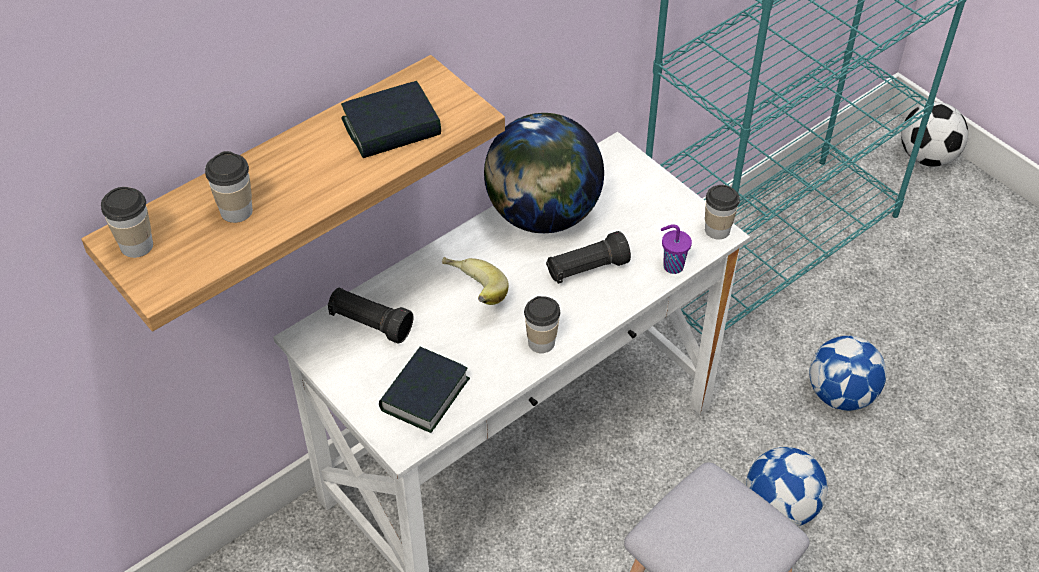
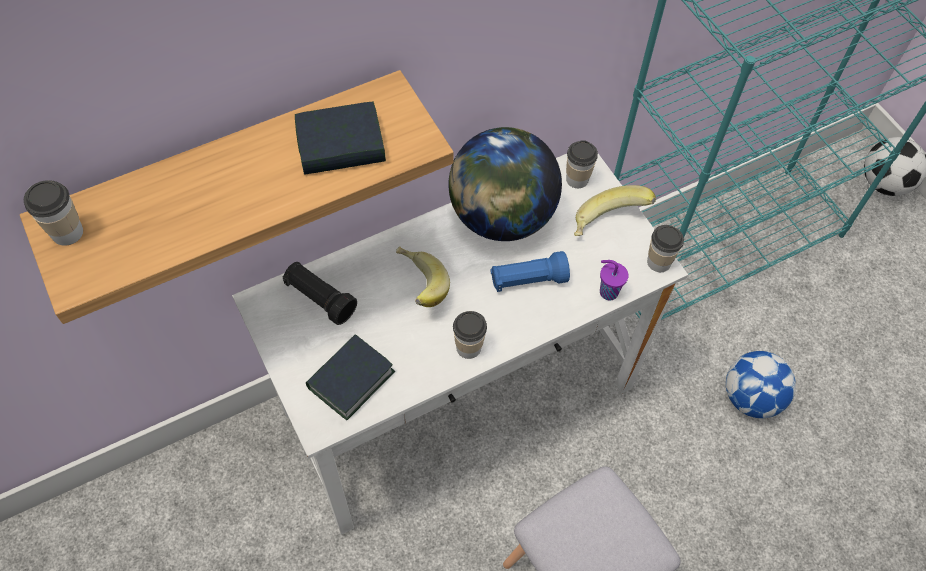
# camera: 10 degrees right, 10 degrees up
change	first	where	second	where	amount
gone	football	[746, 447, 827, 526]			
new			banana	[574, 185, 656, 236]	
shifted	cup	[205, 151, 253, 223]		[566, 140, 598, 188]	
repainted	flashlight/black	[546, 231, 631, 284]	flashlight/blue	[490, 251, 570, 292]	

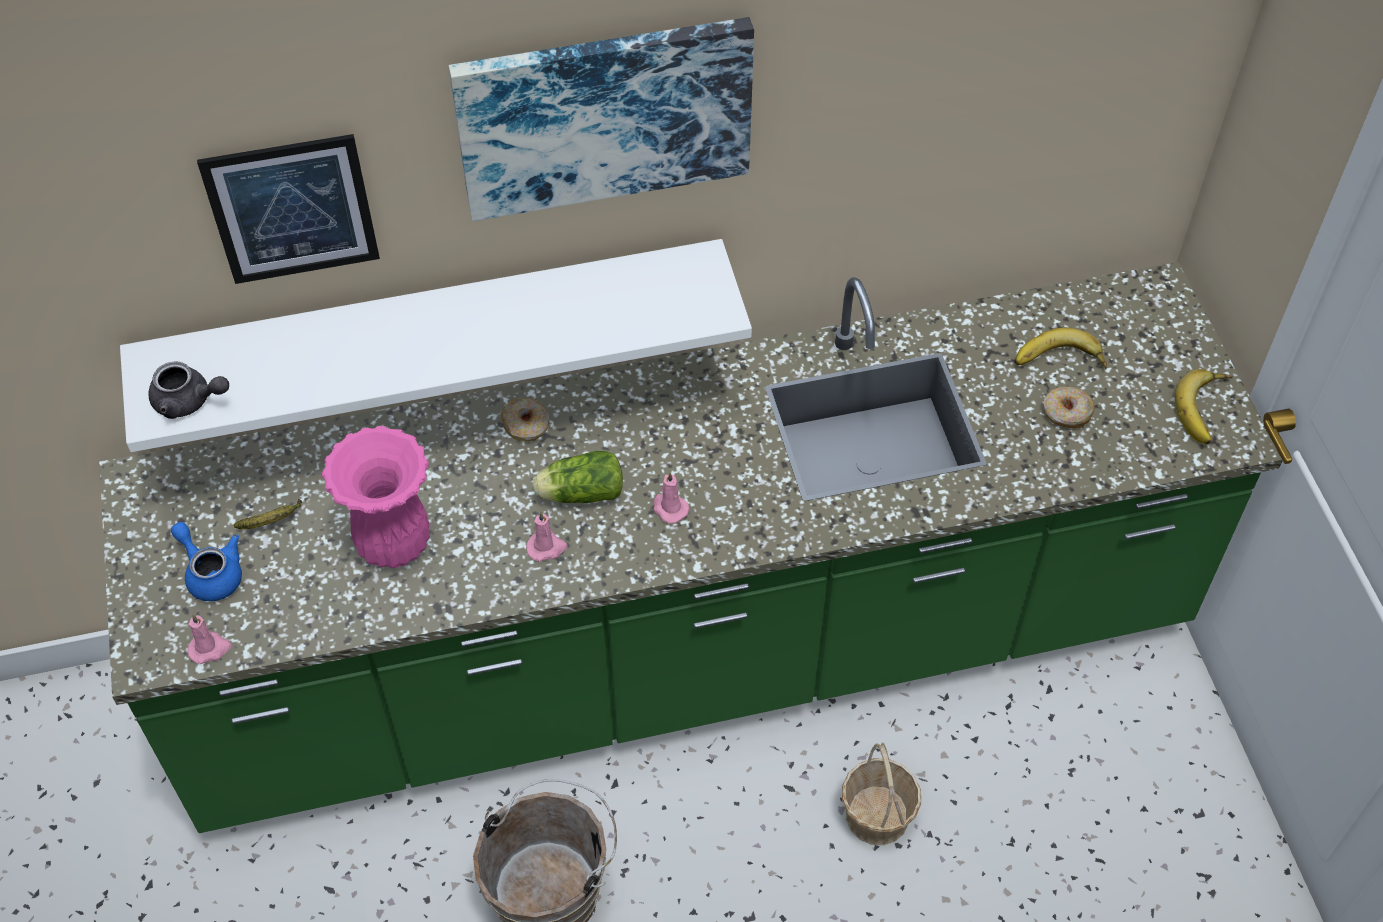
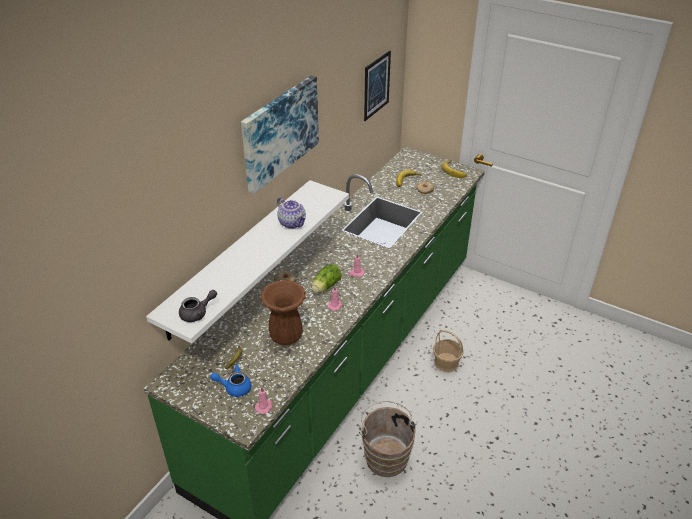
# camera: 45 degrees left, 15 degrees down
change	first	where	second	where	amount
new			teapot	[277, 197, 306, 229]	
shifted	picture	[197, 134, 380, 284]		[364, 50, 391, 121]	
repainted	vase/pink	[322, 426, 430, 568]	vase/brown	[260, 280, 306, 345]	

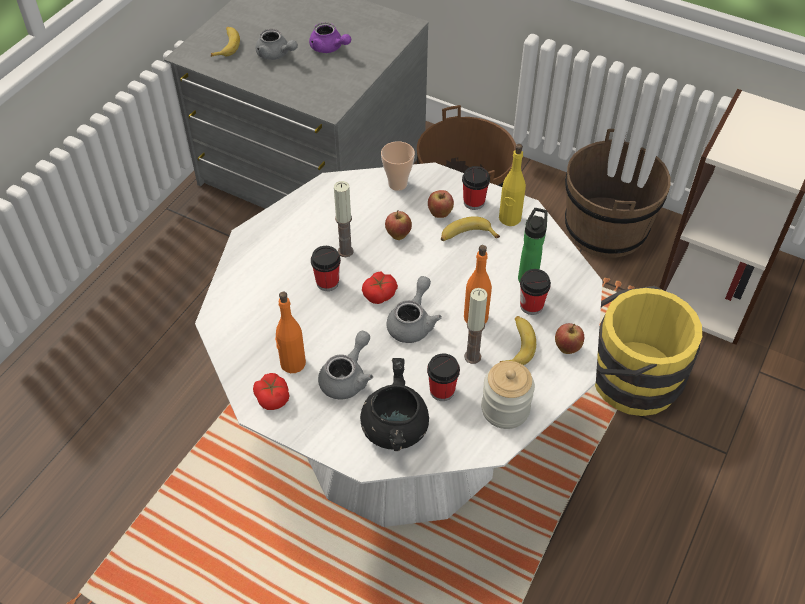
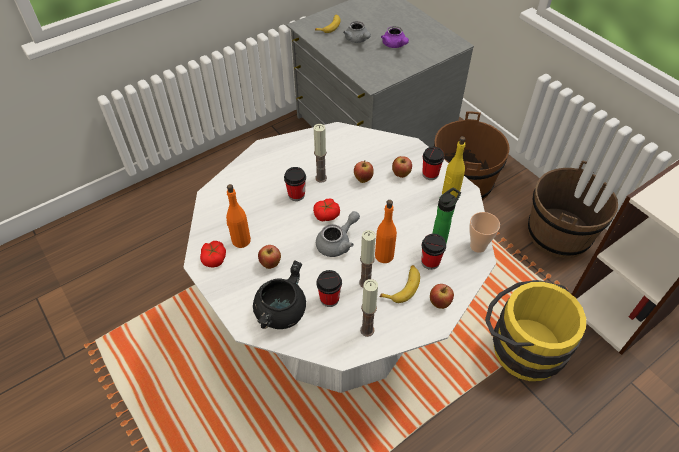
# camera: 25 degrees right, 0 degrees up
change	first	where	second	where	amount
gone	banana	[441, 216, 500, 241]			
shifted	cup	[381, 141, 415, 191]		[469, 212, 500, 253]	
swapped	teapot/grey	[318, 331, 373, 400]	apple	[258, 245, 281, 269]	
swapped	jar	[481, 361, 535, 429]	candle	[360, 279, 378, 337]	

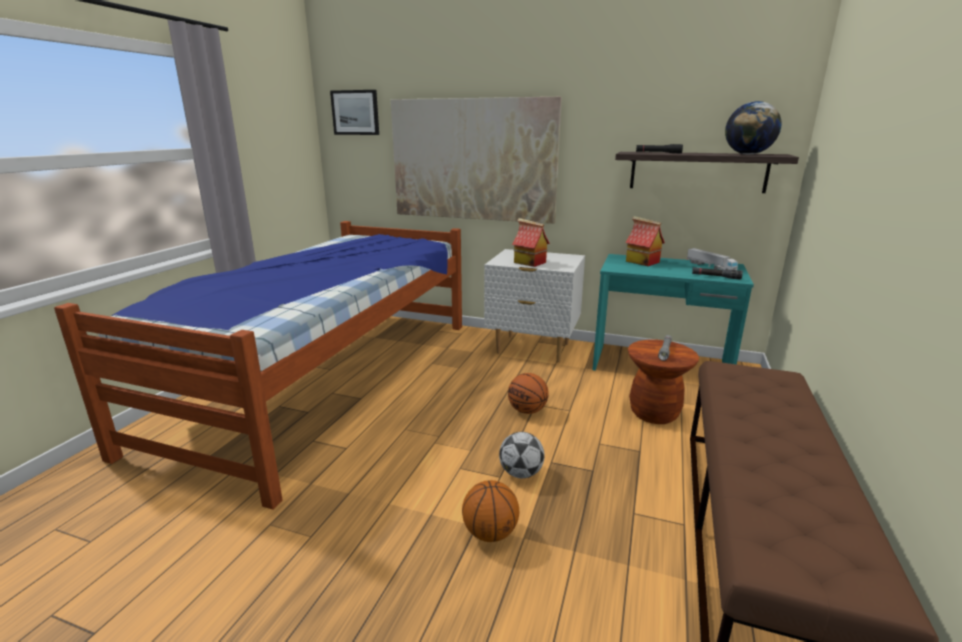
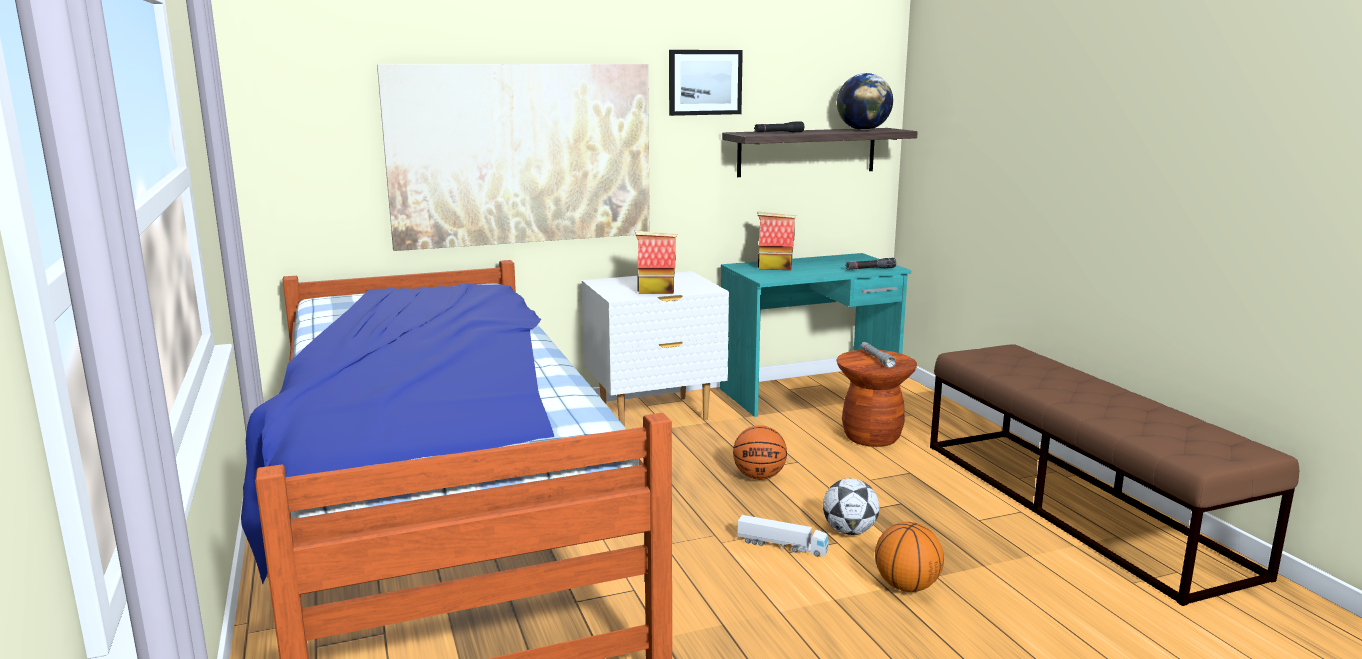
# camera: 40 degrees left, 5 degrees down
change	first	where	second	where	amount
shifted	picture	[330, 90, 379, 135]		[669, 50, 743, 116]	
shifted	toy truck	[687, 248, 738, 270]		[736, 515, 829, 557]	

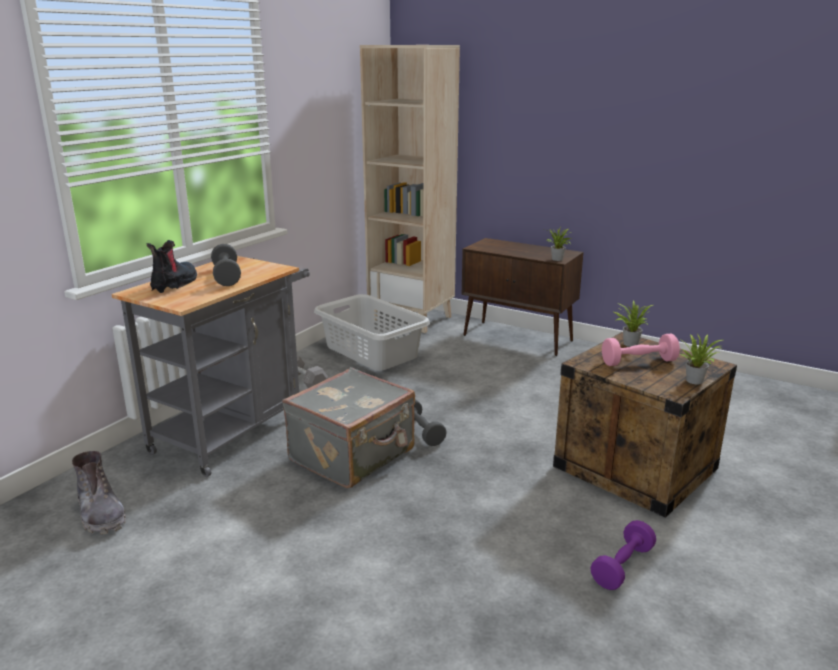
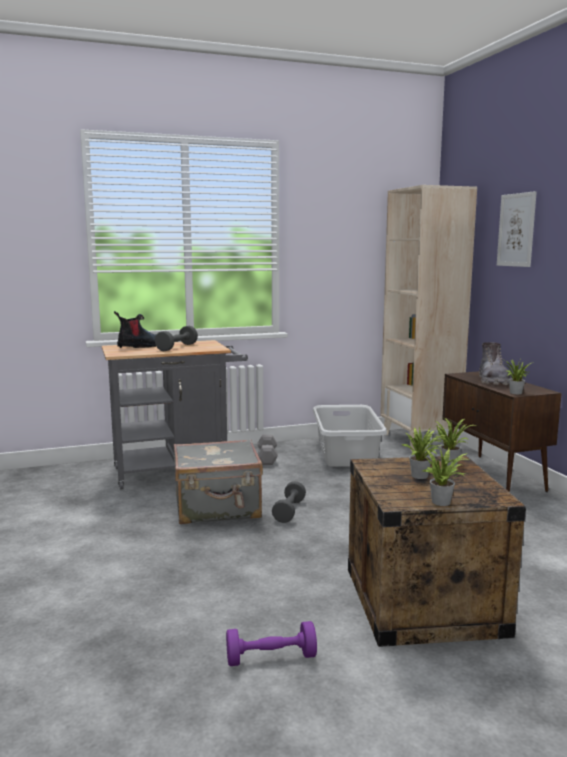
# camera: 40 degrees right, 10 degrees down
change	first	where	second	where	amount
new			picture	[497, 191, 537, 267]	
shifted	boot/grey	[72, 451, 126, 535]		[479, 342, 510, 385]	
swapped	dumbbell/pink	[602, 334, 680, 366]	potted plant	[402, 427, 445, 479]	

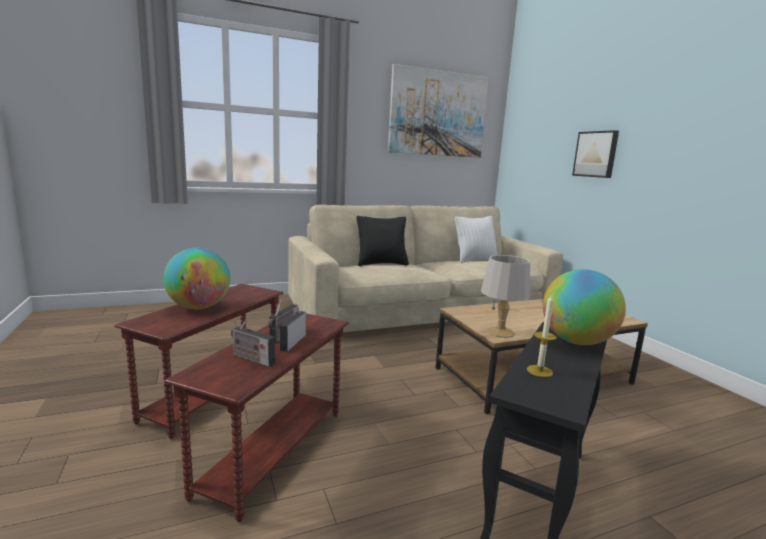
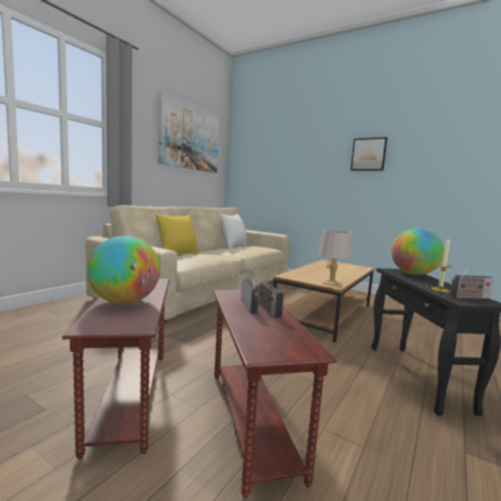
# camera: 35 degrees left, 5 degrees down
change	first	where	second	where	amount
shifted	radio	[231, 316, 275, 367]		[452, 265, 493, 299]	
shifted	picture	[572, 130, 619, 178]		[351, 137, 387, 171]	
repainted	pillow/black	[357, 216, 409, 266]	pillow/yellow	[156, 214, 199, 254]	

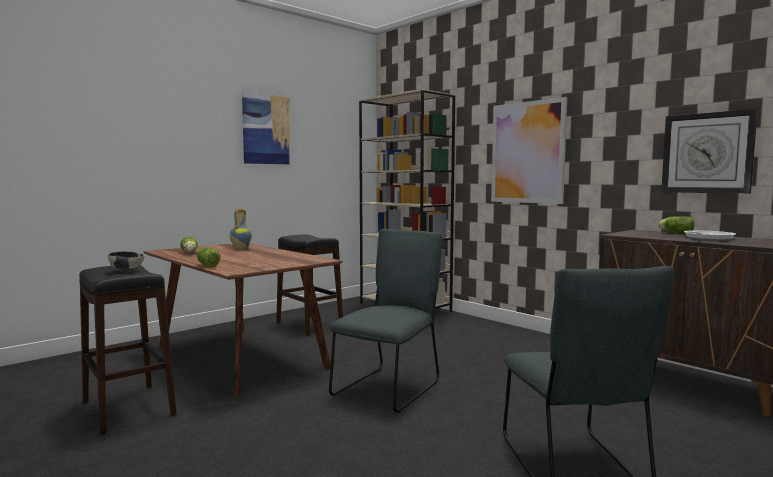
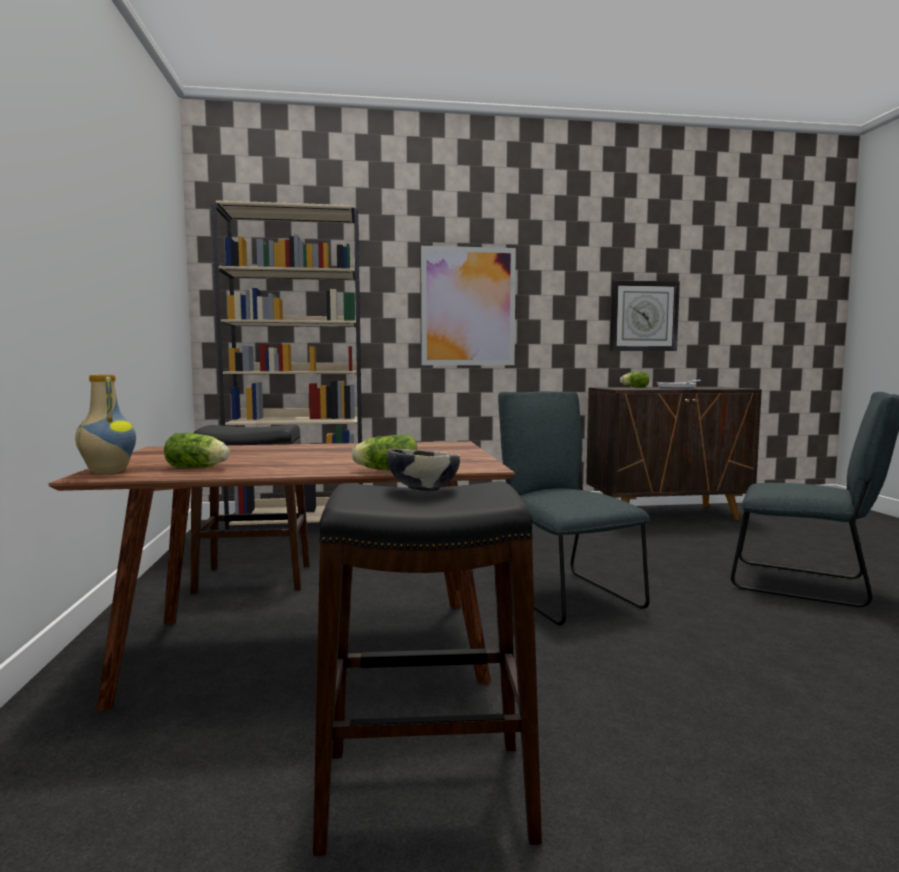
# camera: 55 degrees left, 0 degrees up
change	first	where	second	where	amount
gone	picture	[242, 91, 290, 164]			
shifted	vase	[229, 209, 252, 250]		[75, 375, 136, 474]	

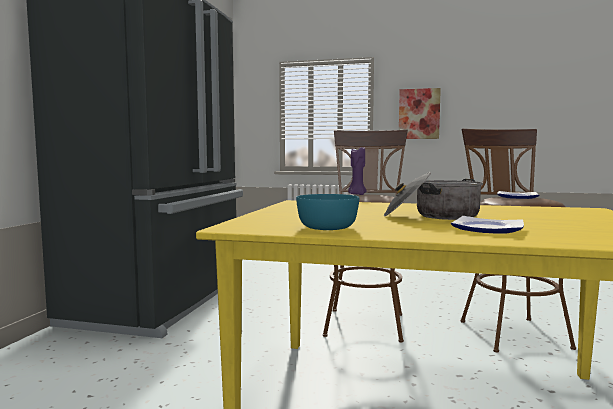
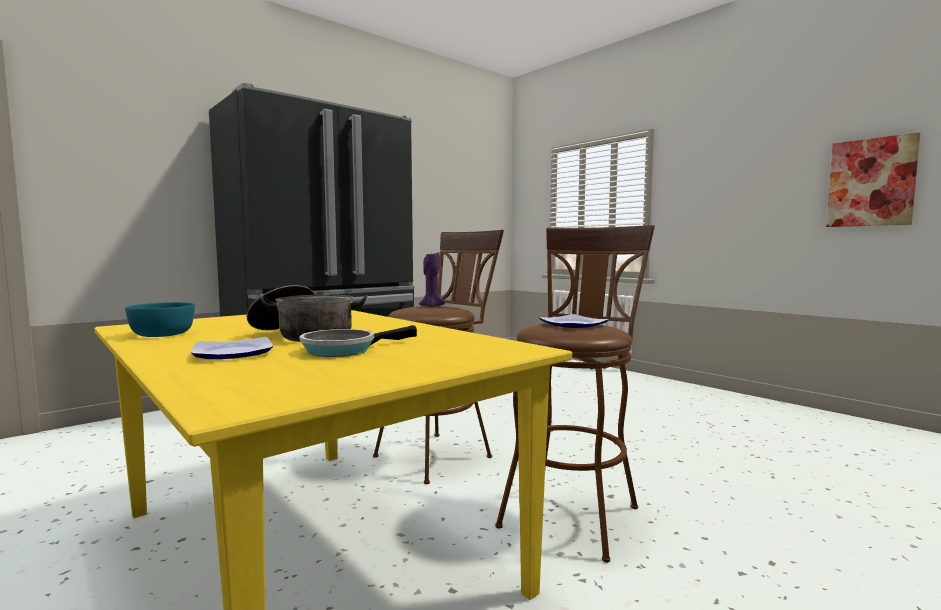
# camera: 35 degrees right, 0 degrees up
change	first	where	second	where	amount
new			frying pan	[299, 325, 417, 357]	
shifted	picture	[399, 88, 441, 139]		[826, 132, 920, 227]	

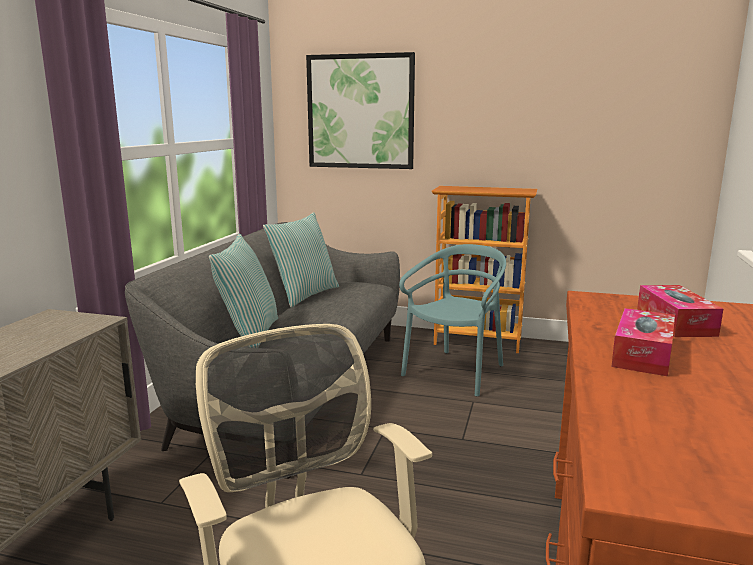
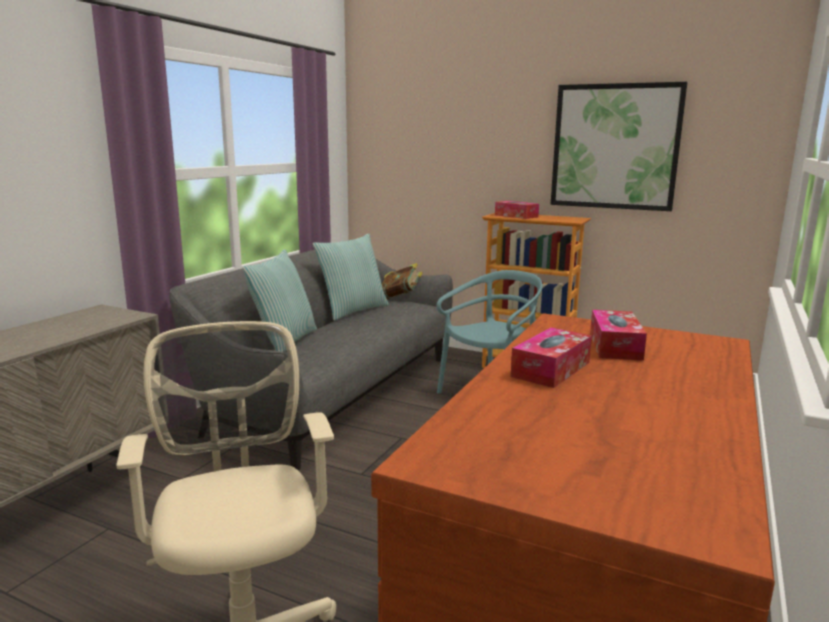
# camera: 10 degrees right, 0 degrees up
change	first	where	second	where	amount
new			book	[382, 263, 423, 299]	
new			tissue box	[495, 201, 539, 219]	
shifted	picture	[306, 52, 415, 169]		[550, 82, 688, 211]	

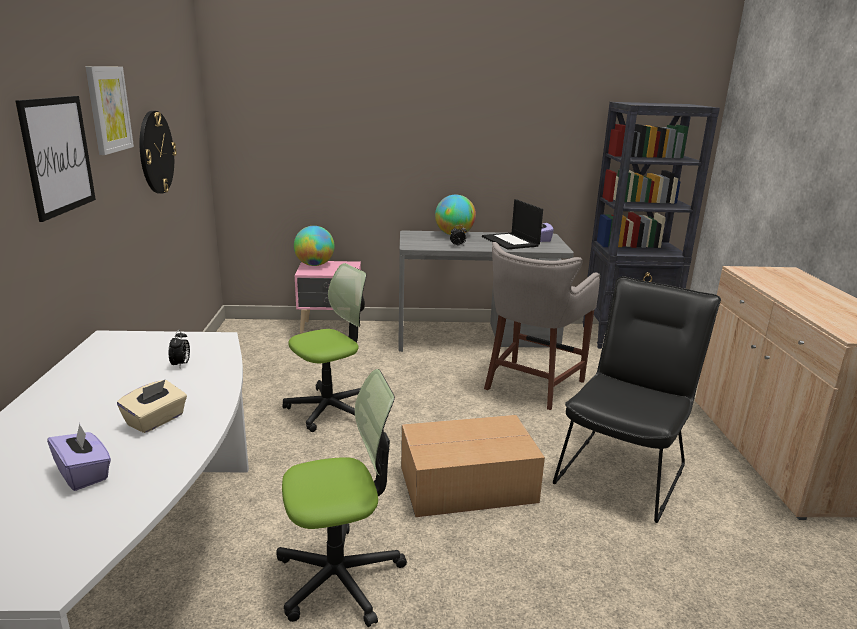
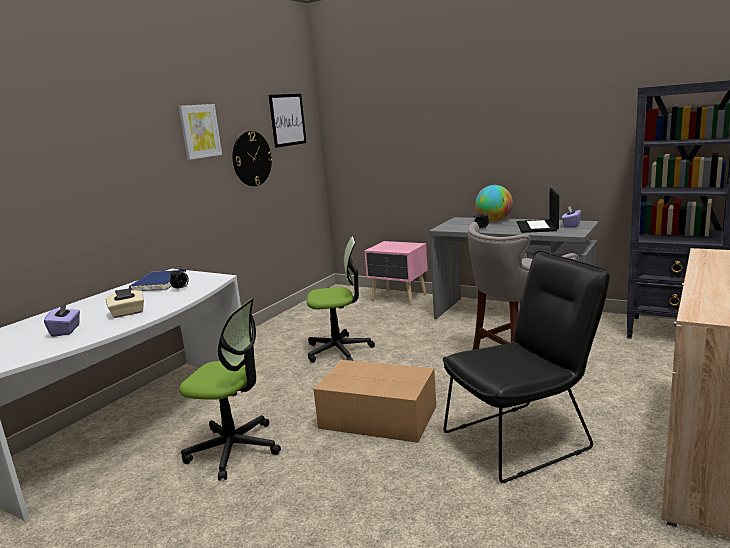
# camera: 35 degrees right, 5 degrees down
change	first	where	second	where	amount
gone	globe	[294, 226, 335, 266]			
new			book/blue	[129, 270, 186, 291]	
shifted	picture	[15, 96, 96, 222]		[269, 94, 306, 148]	

